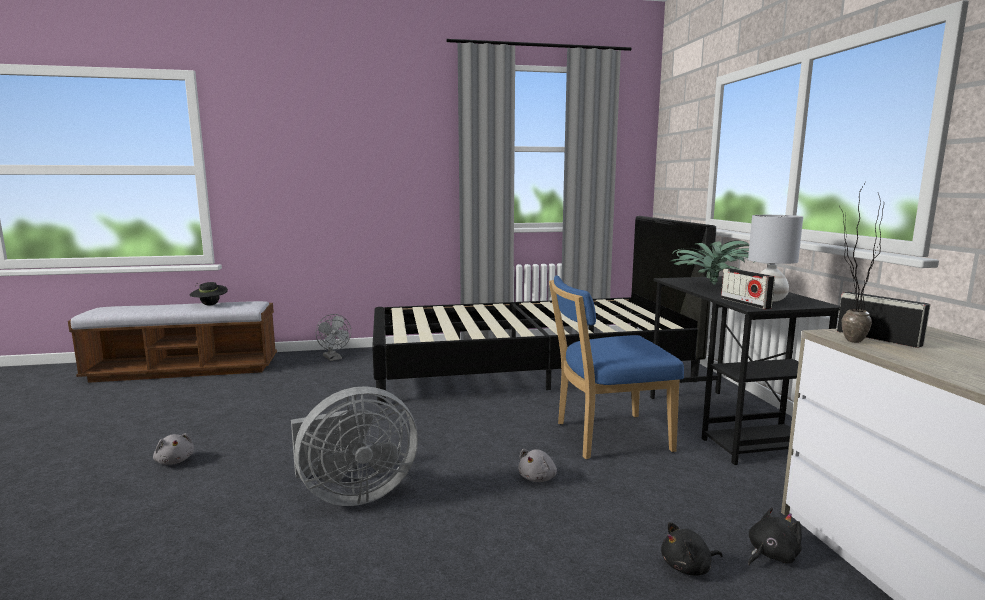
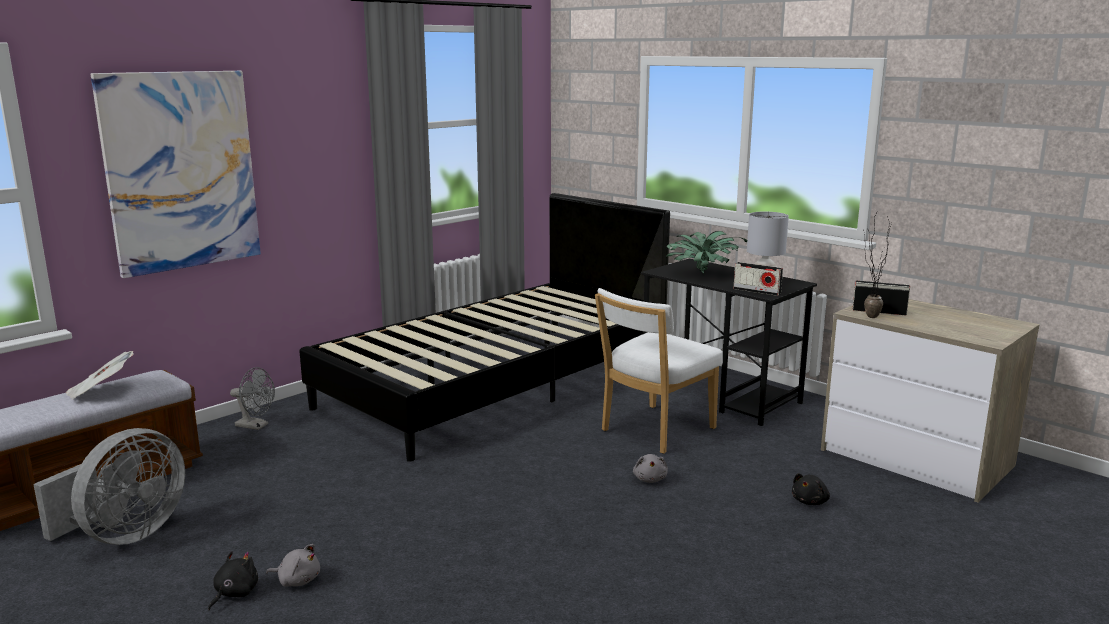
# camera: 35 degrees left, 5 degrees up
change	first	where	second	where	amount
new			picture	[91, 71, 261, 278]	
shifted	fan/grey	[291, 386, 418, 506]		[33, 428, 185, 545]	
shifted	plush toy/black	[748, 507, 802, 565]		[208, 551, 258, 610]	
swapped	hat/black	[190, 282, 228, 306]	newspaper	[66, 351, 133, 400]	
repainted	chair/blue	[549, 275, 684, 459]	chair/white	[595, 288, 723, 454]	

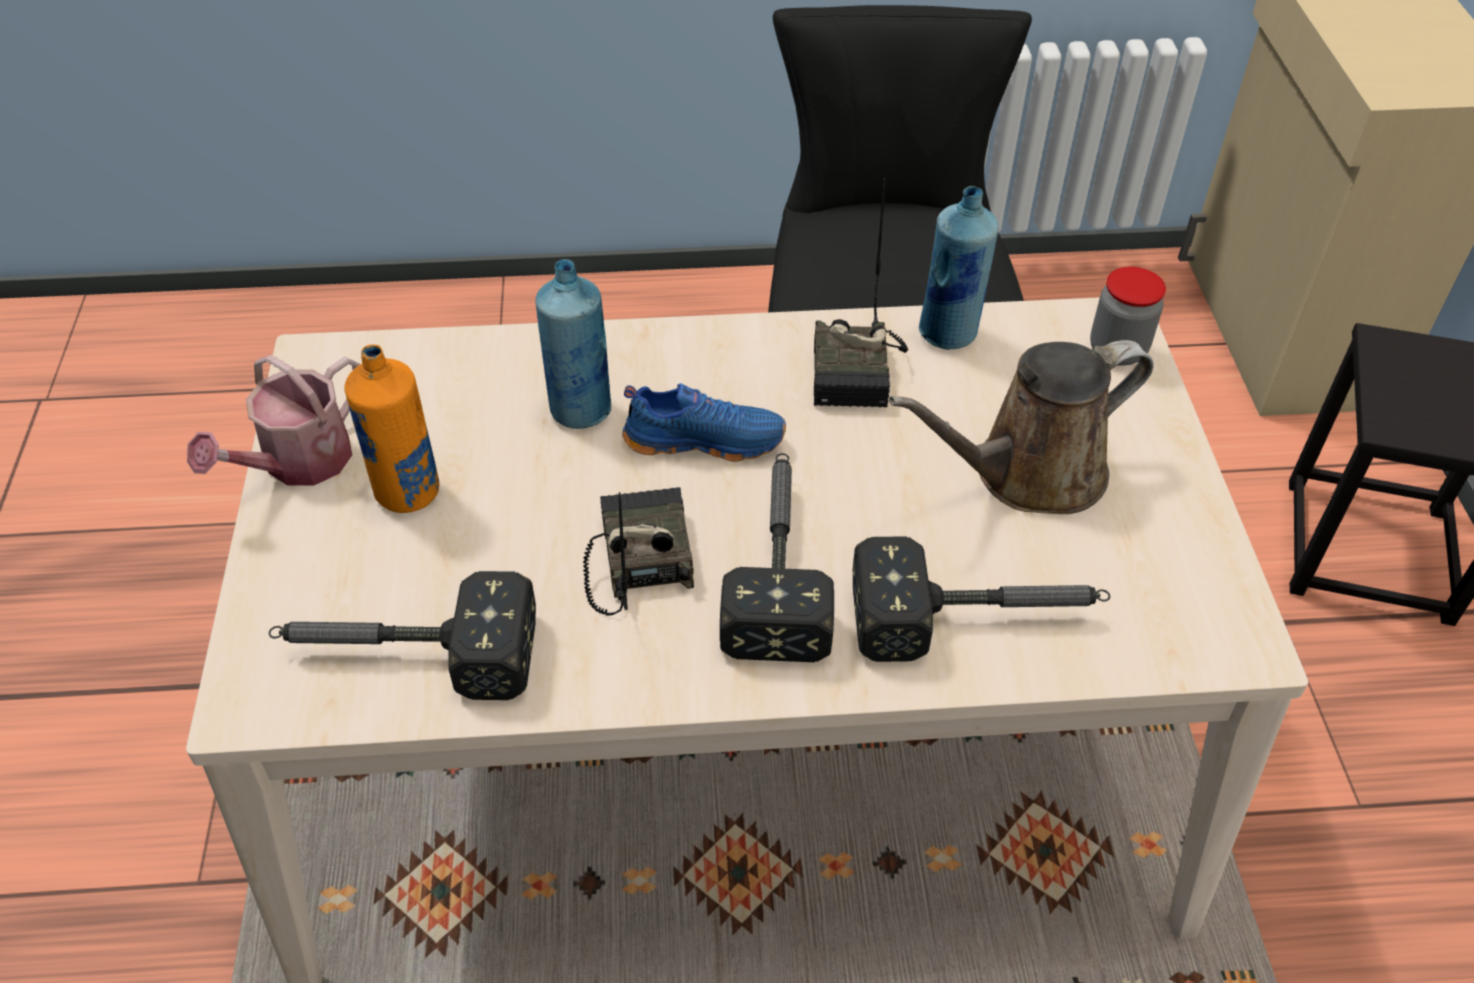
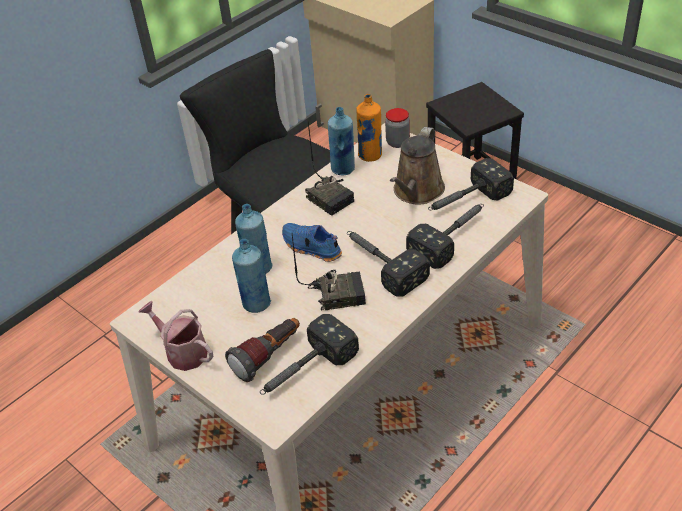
# camera: 40 degrees left, 5 degrees down
change	first	where	second	where	amount
new			flashlight	[225, 318, 300, 382]	
new			bottle/blue	[232, 239, 271, 313]	
new			hammer	[428, 158, 514, 210]	
shifted	bottle/orange	[344, 344, 439, 513]		[356, 94, 382, 162]	
rotated	watering can	[187, 355, 360, 485]		[138, 301, 214, 371]	135 degrees clockwise
rotated	radio	[583, 487, 694, 615]		[292, 234, 366, 311]	135 degrees clockwise
rotated	shoe/blue	[623, 383, 786, 462]		[282, 223, 342, 262]	105 degrees counterclockwise

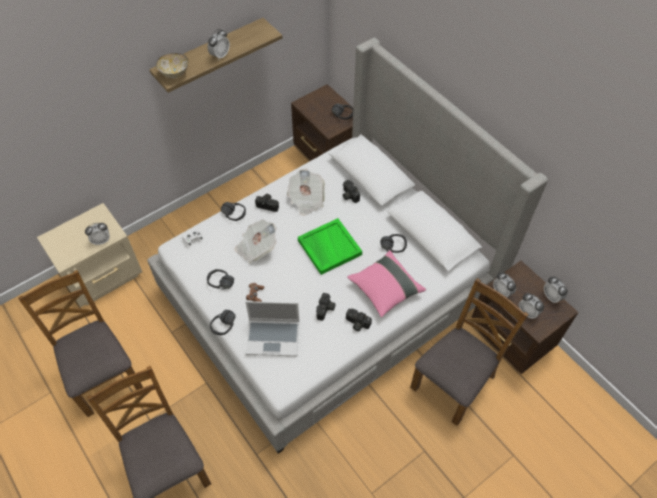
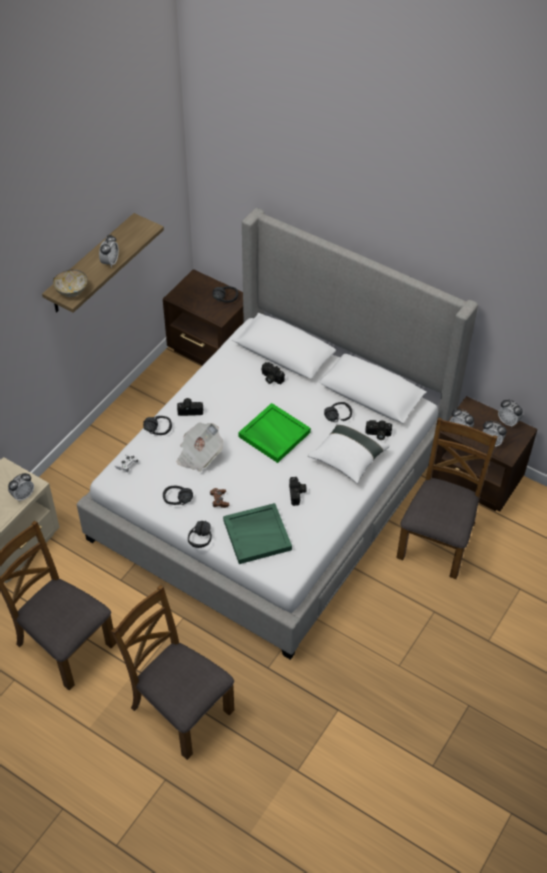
# camera: 20 degrees left, 5 degrees down
change	first	where	second	where	amount
gone	newspaper	[287, 169, 325, 216]			
shifted	photo camera	[345, 308, 372, 331]		[365, 420, 392, 440]	
swapped	laptop	[245, 301, 300, 356]	tray/green	[223, 503, 292, 564]	
repainted	pillow/pink	[347, 250, 426, 318]	pillow/white	[307, 419, 390, 484]	

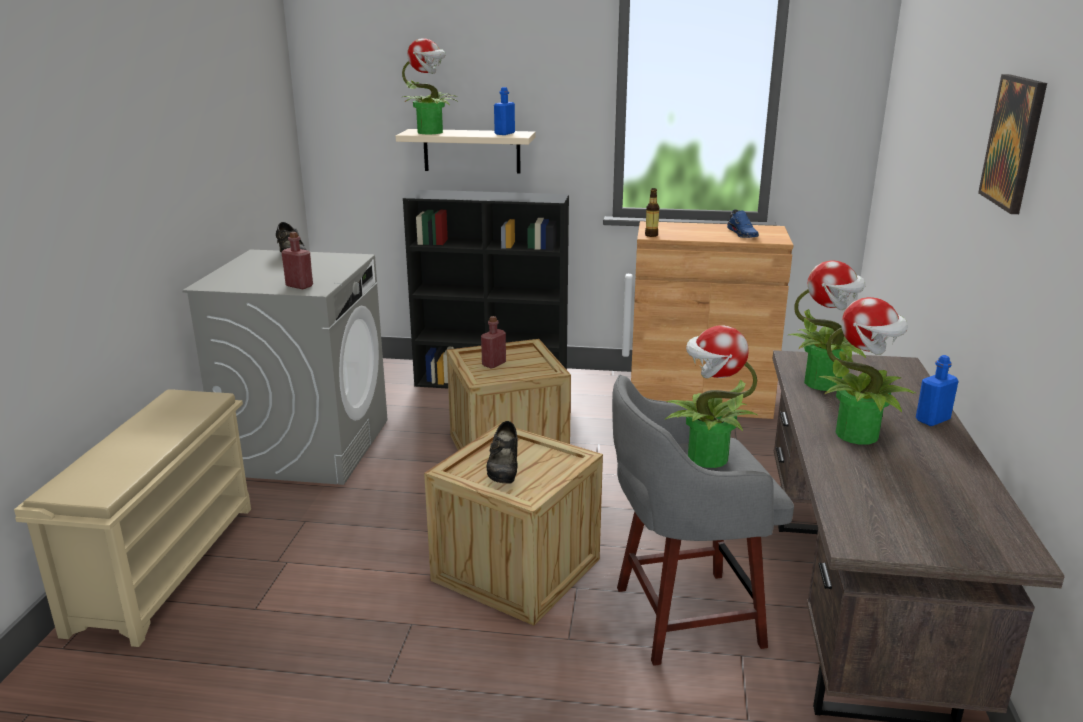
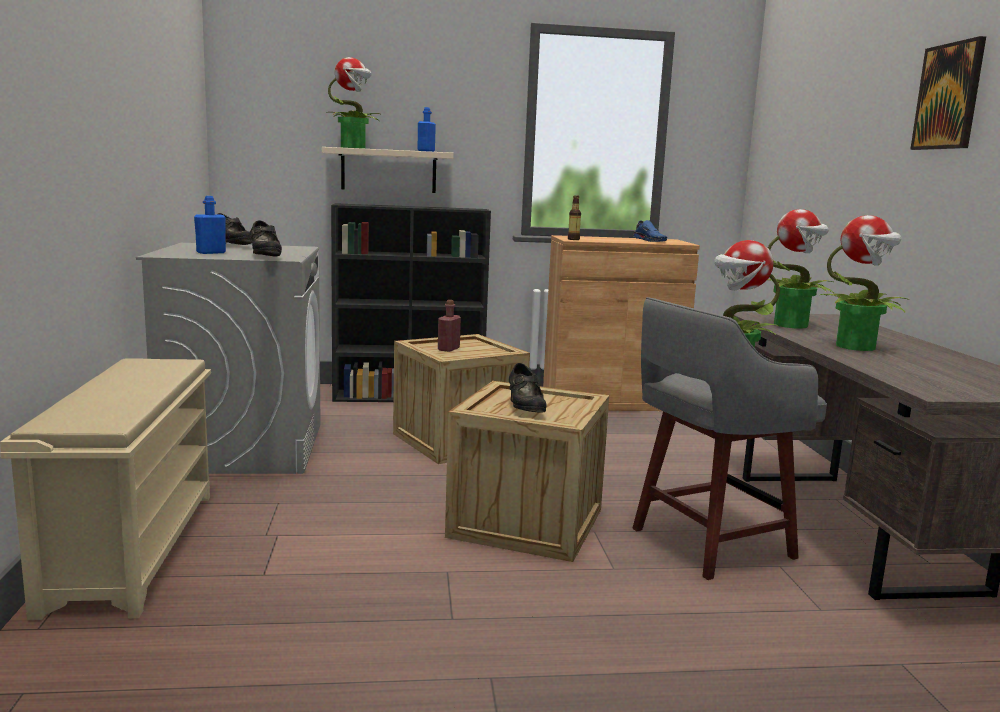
# camera: 15 degrees left, 10 degrees down
change	first	where	second	where	amount
shifted	bottle/blue	[916, 355, 958, 426]		[194, 196, 226, 254]	
swapped	bottle/red	[282, 232, 313, 289]	shoe/black	[250, 220, 282, 256]	

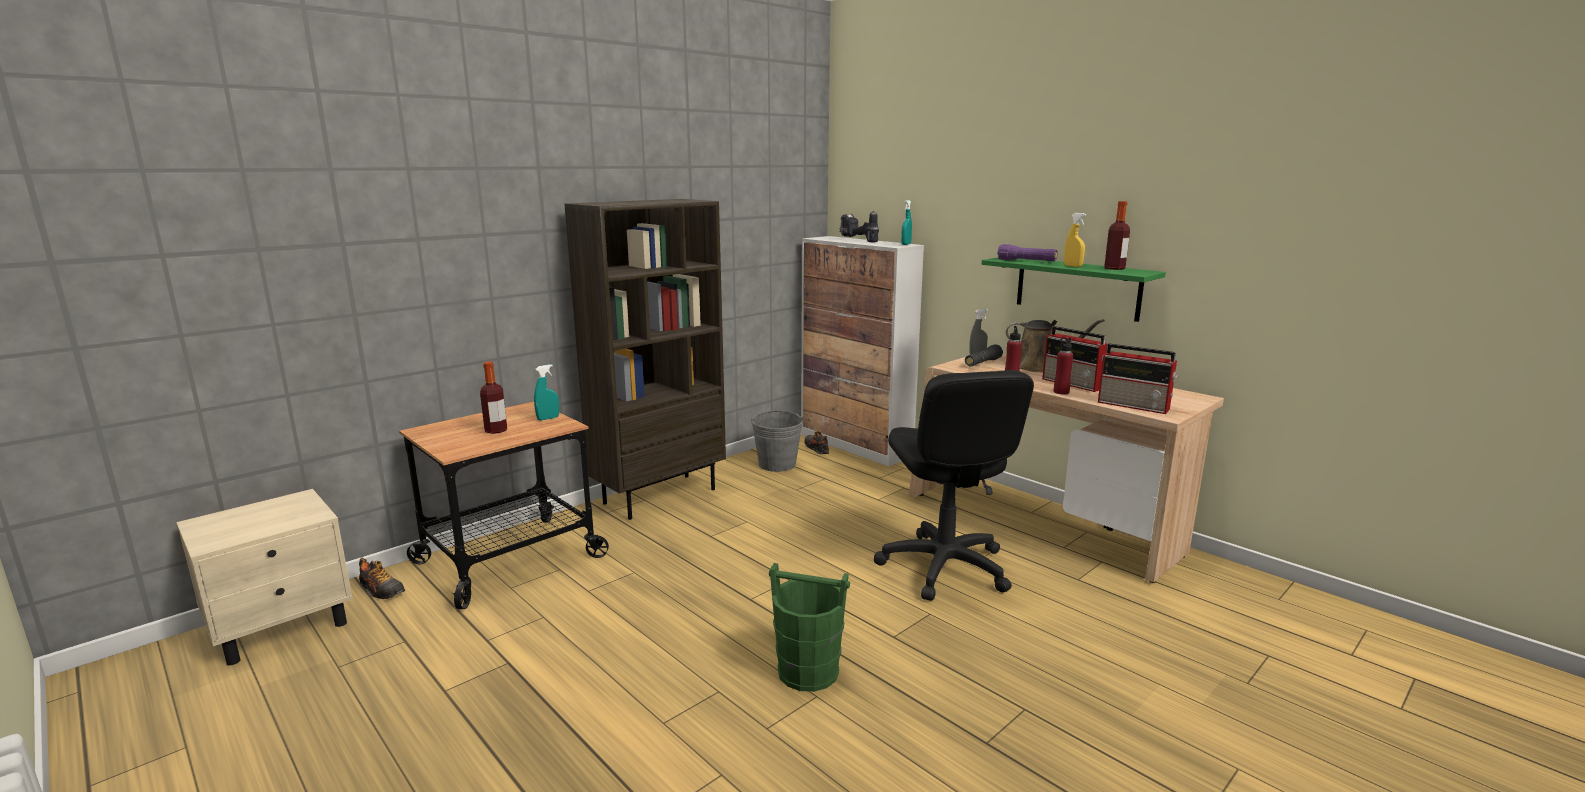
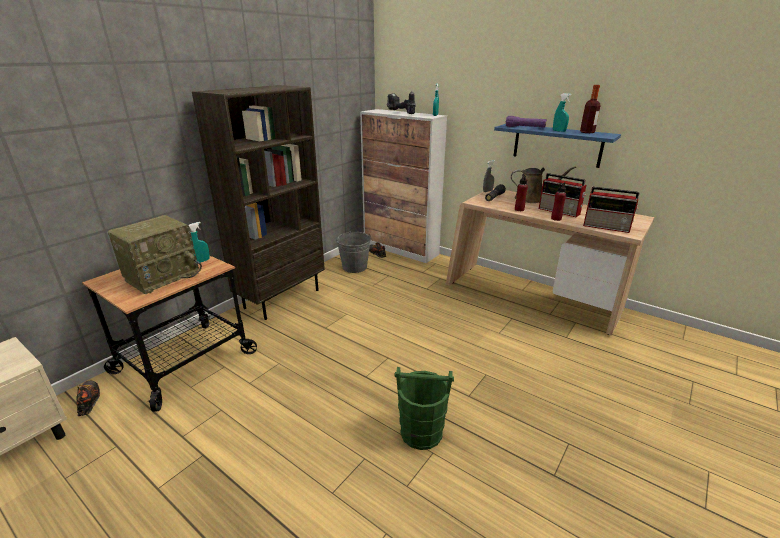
# camera: 10 degrees left, 10 degrees up
change	first	where	second	where	amount
gone	office chair/black	[874, 370, 1034, 601]			
swapped	bottle	[480, 362, 507, 434]	radio	[108, 215, 202, 295]	
repainted	shelf/green	[982, 258, 1166, 322]	shelf/blue	[494, 124, 621, 168]	
repainted	spray bottle/yellow	[1064, 213, 1086, 267]	spray bottle/turquoise	[553, 93, 571, 132]	
rotated	shoe	[359, 558, 405, 599]		[76, 380, 100, 416]	135 degrees counterclockwise

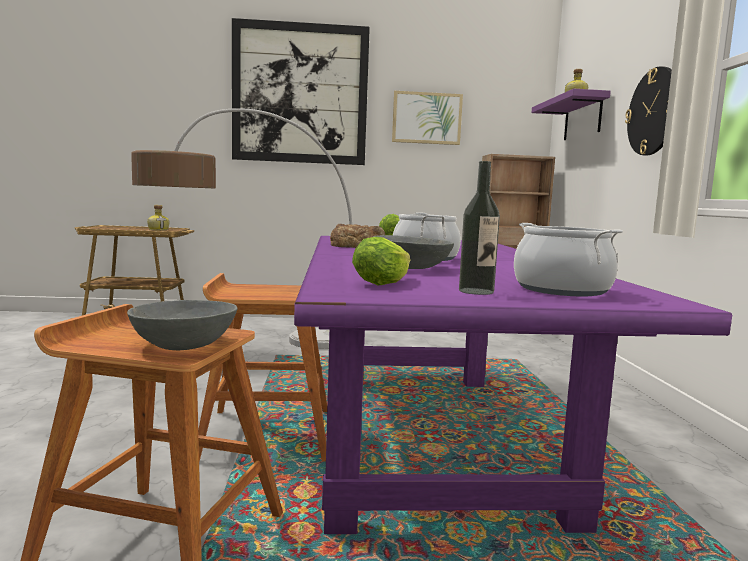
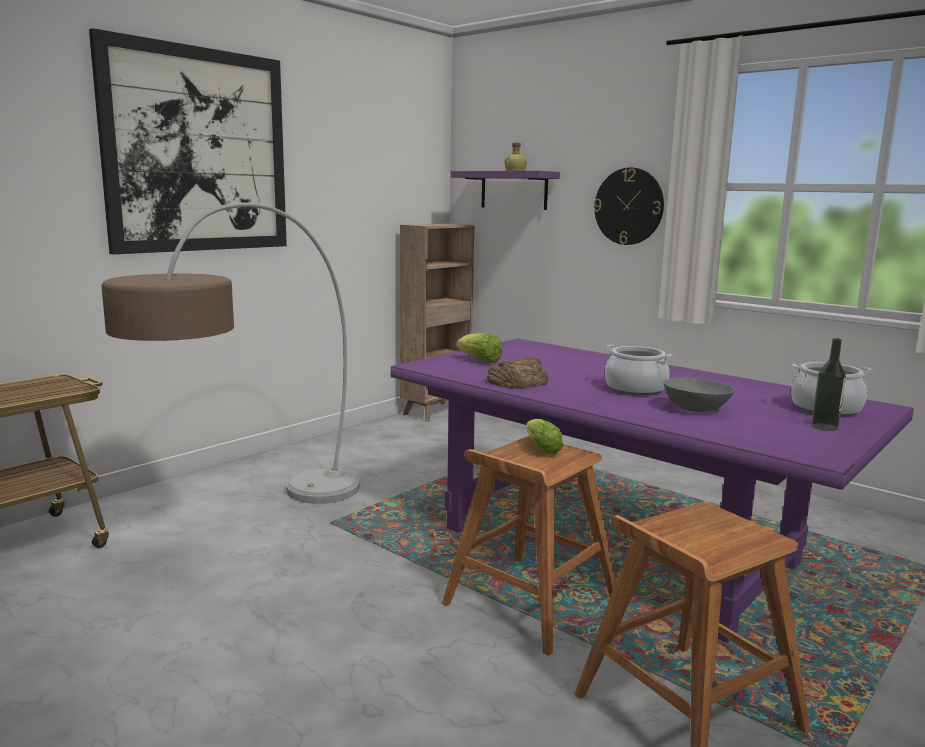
# camera: 45 degrees left, 5 degrees up
change	first	where	second	where	amount
gone	bowl/grey	[127, 300, 238, 350]			
gone	bottle	[147, 205, 169, 231]			
gone	picture	[392, 91, 463, 145]			
shifted	lettuce	[352, 237, 410, 285]		[527, 419, 563, 454]	

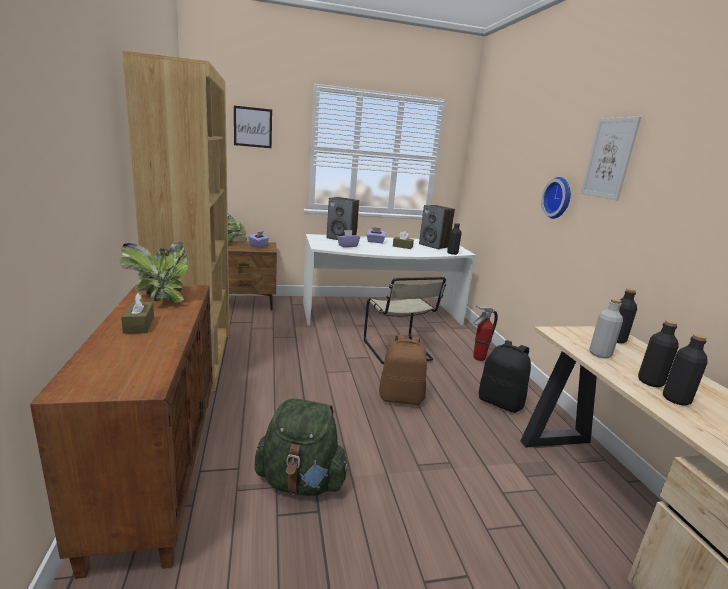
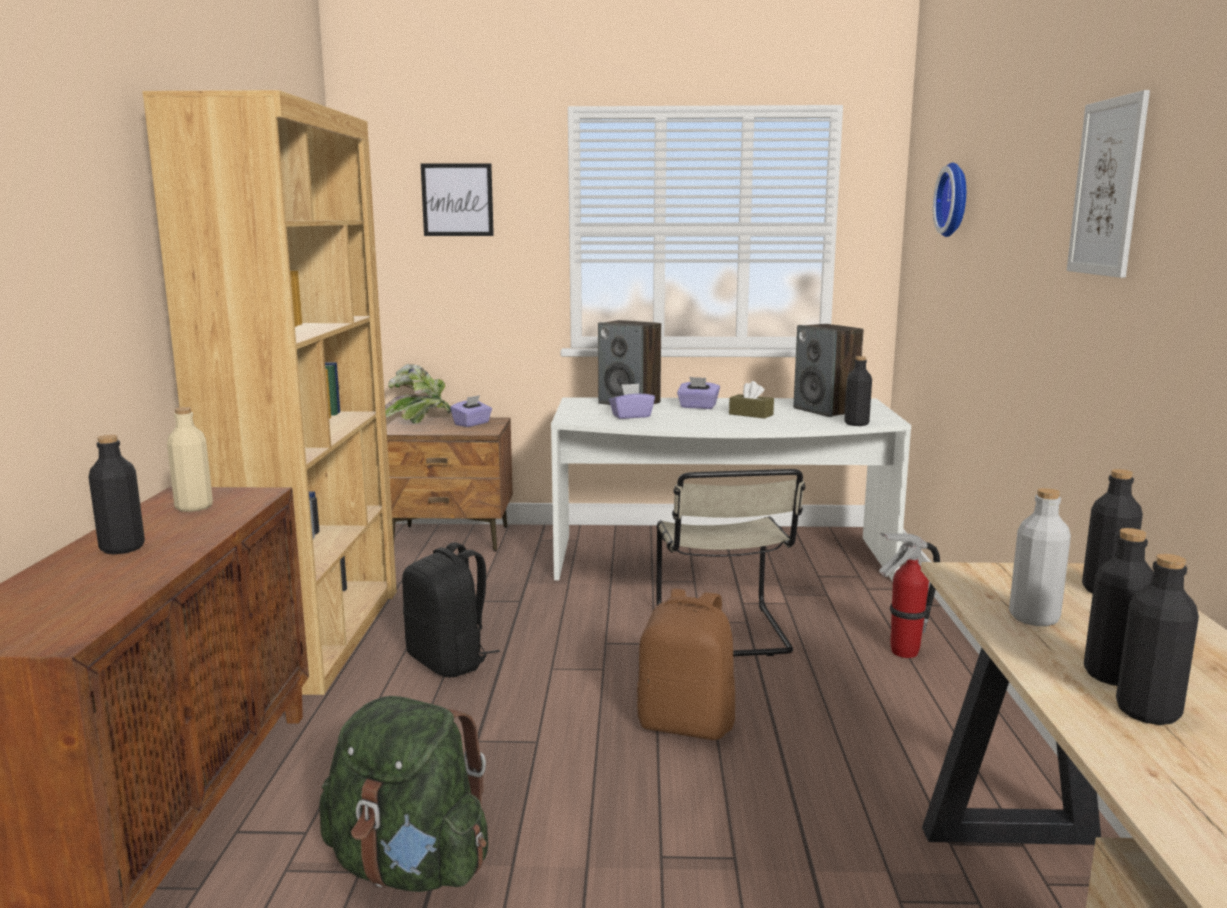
# camera: 15 degrees right, 5 degrees down
change	first	where	second	where	amount
shifted	backpack/black	[479, 340, 531, 413]		[402, 542, 500, 677]	
shifted	wall clock	[541, 177, 571, 219]		[933, 162, 966, 237]	
swapped	potted plant	[119, 242, 188, 303]	bottle/beige	[167, 407, 213, 512]	
swapped	tissue box/brown	[121, 293, 154, 334]	bottle/black	[89, 435, 145, 554]	

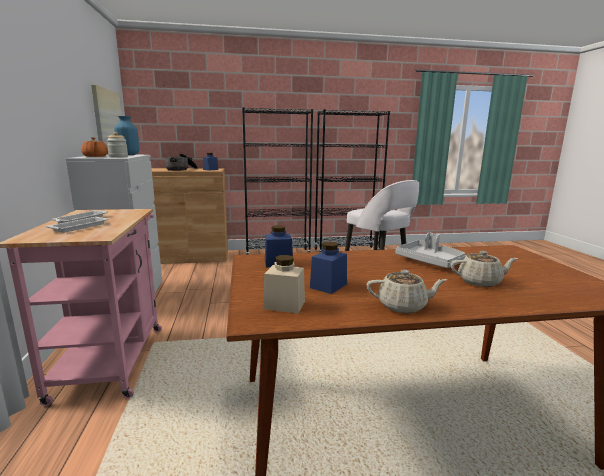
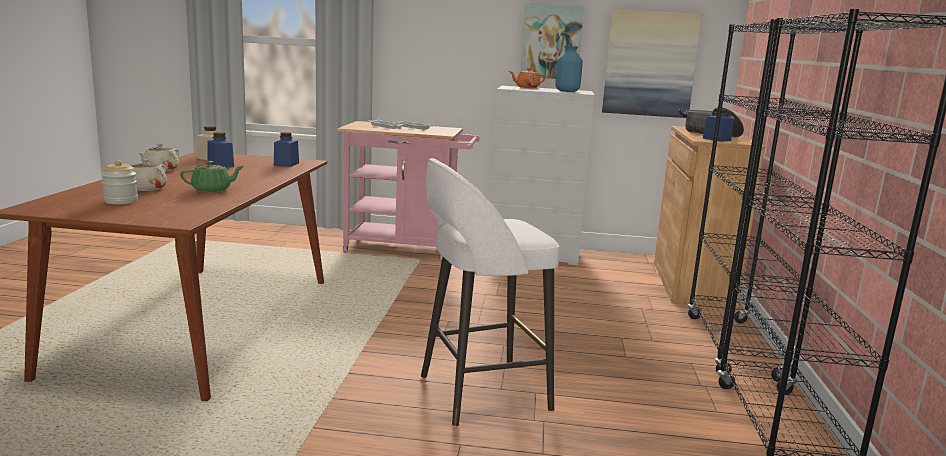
# camera: 105 degrees right, 0 degrees up
change	first	where	second	where	amount
new			picture	[521, 3, 584, 79]	
shifted	jar	[106, 132, 128, 158]		[102, 160, 138, 204]	
swapped	tray/grey	[396, 233, 466, 268]	teapot/green	[180, 161, 244, 192]	

